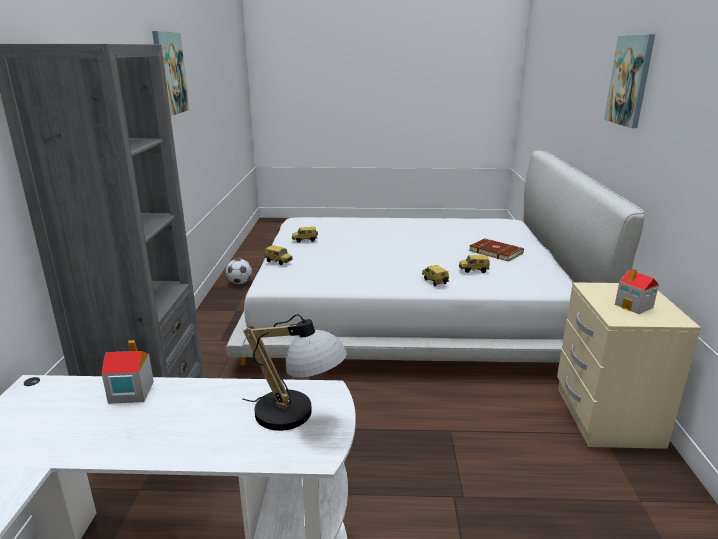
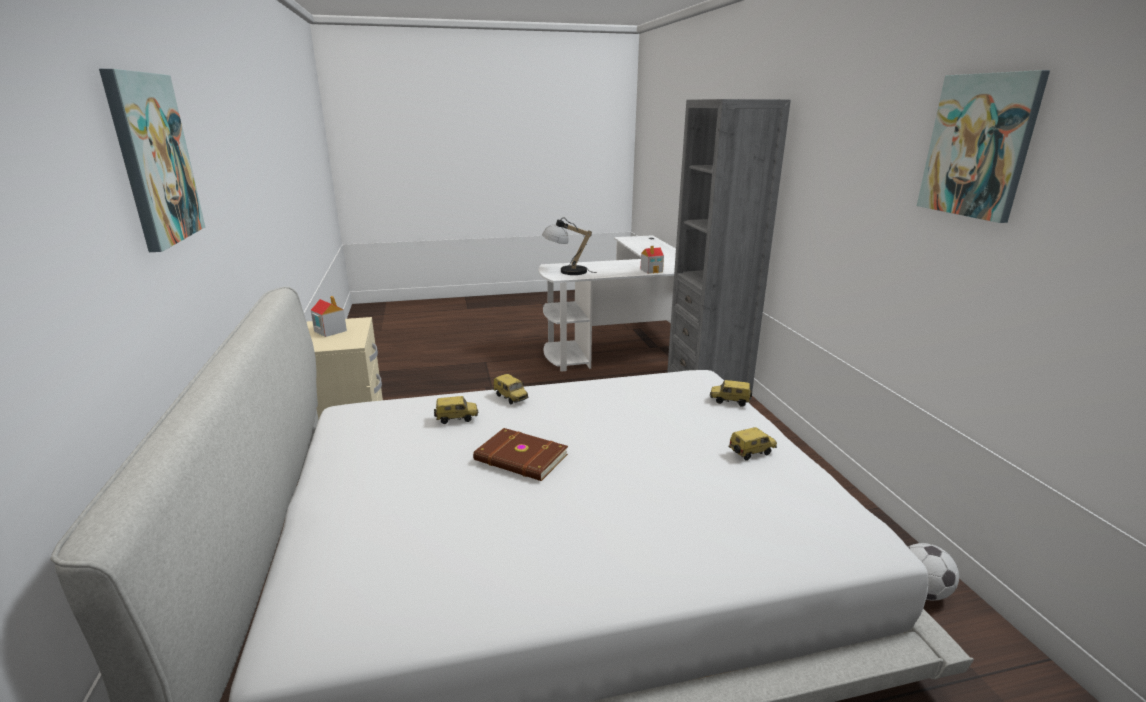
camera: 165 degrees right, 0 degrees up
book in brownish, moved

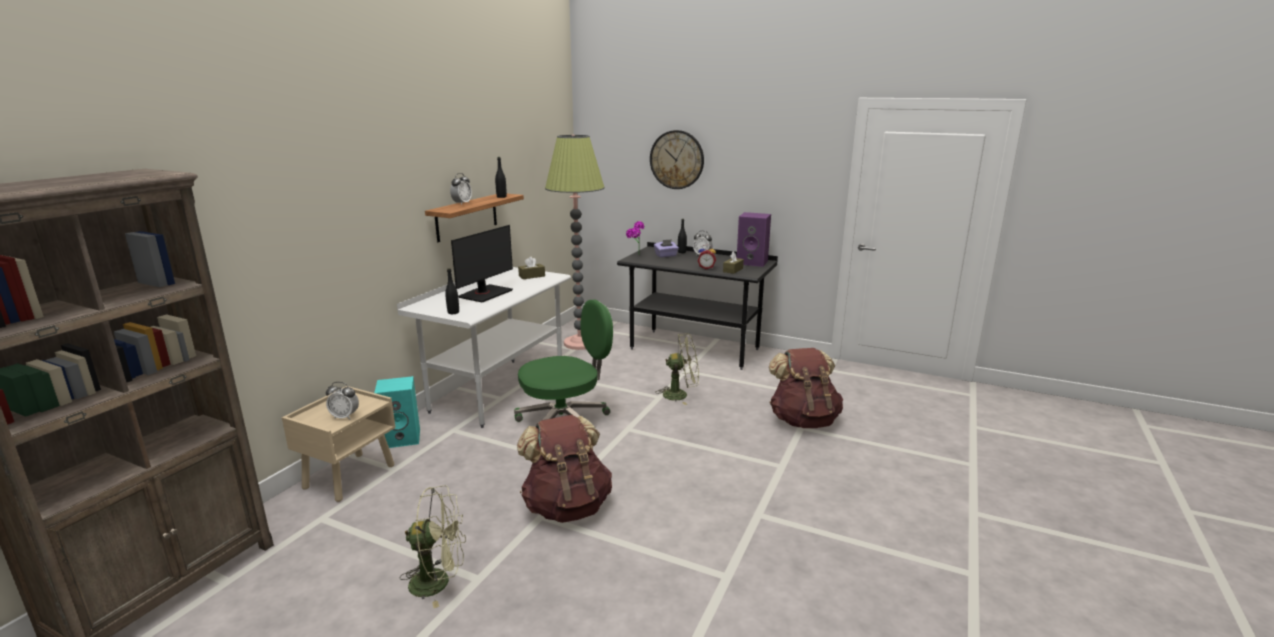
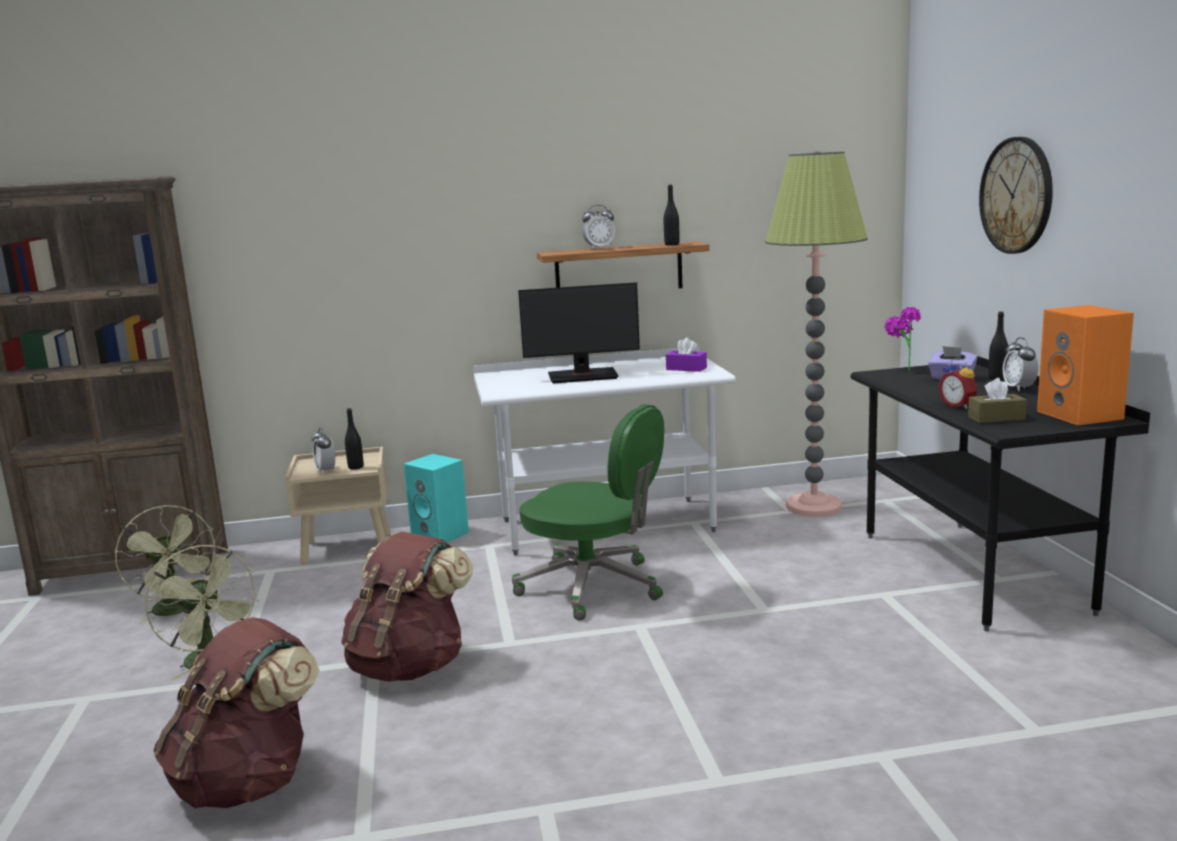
camera: 55 degrees right, 5 degrees down
cooling fan in green (2nd from left in the first image) → cooling fan in green (1st from left), moved
knapsack in brownish (2nd from left in the first image) → knapsack in brownish (1st from left), moved
drink bottle in blackish (1st from left), moved
tissue box in brownish (1st from left) → tissue box in purple (1st from left)
loudspeaker in purple → loudspeaker in orange-coloured

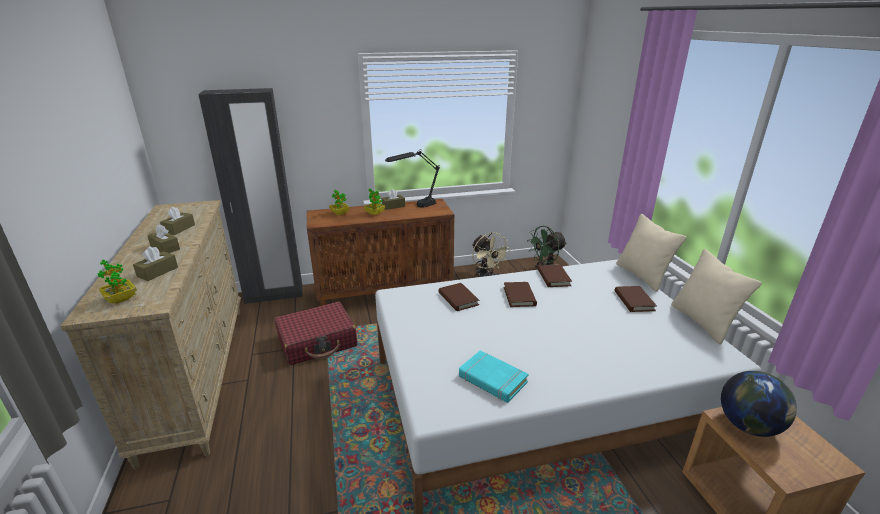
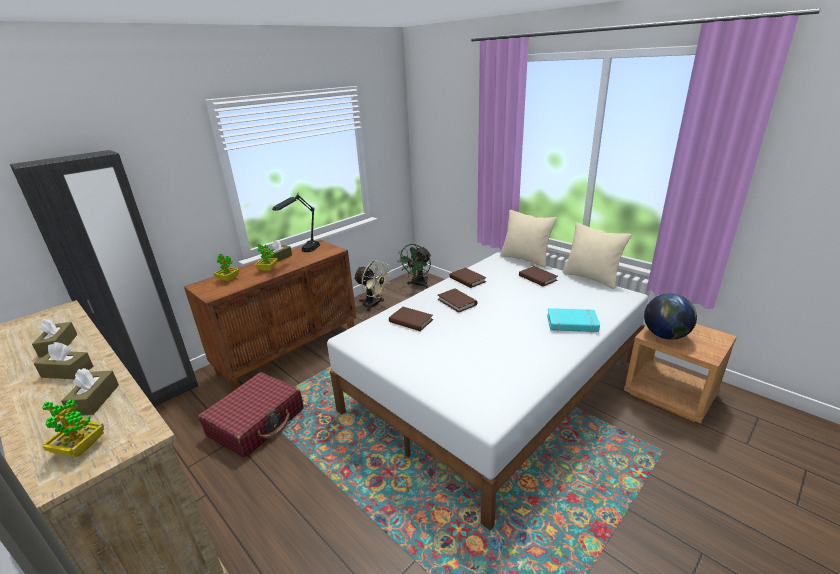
camera: 30 degrees left, 0 degrees up
book in turquoise, moved

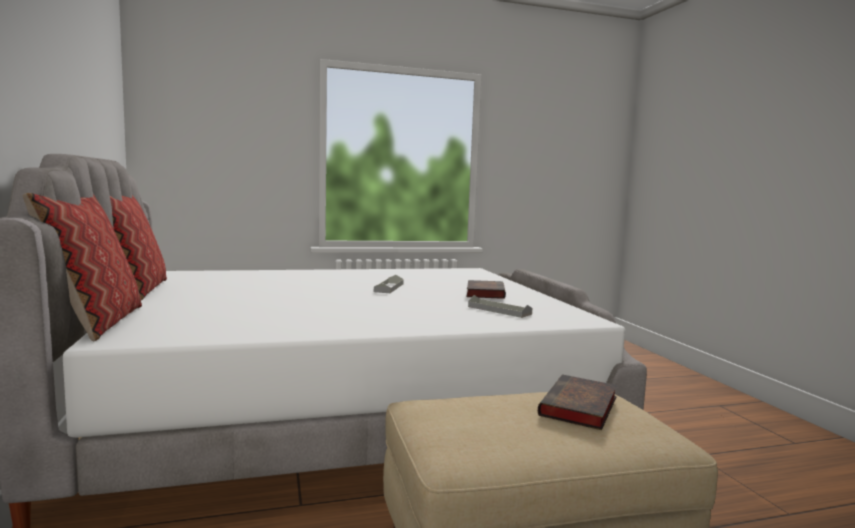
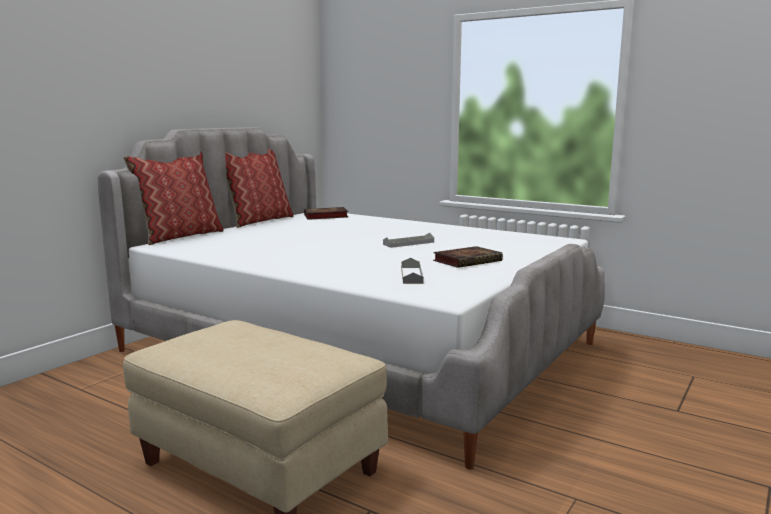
camera: 50 degrees right, 5 degrees up
book (2nd from left in the first image) → book (1st from left), moved

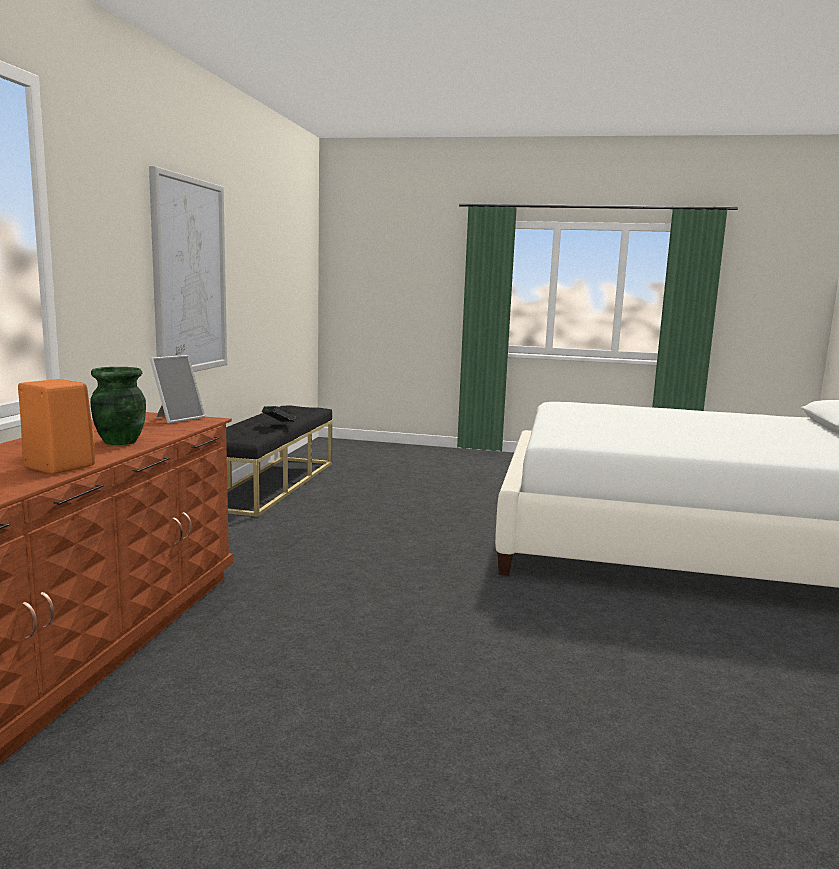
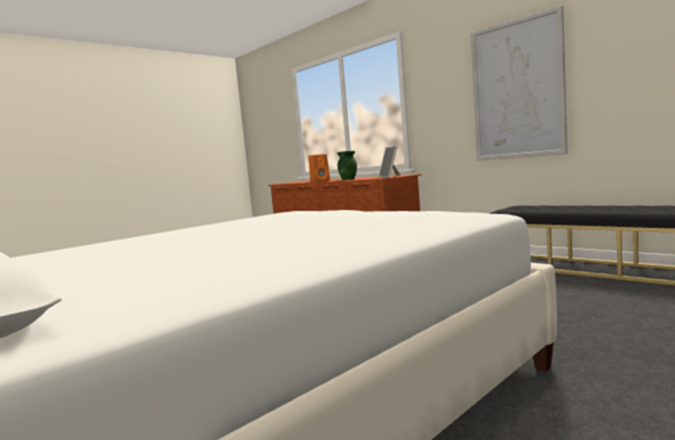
camera: 125 degrees right, 5 degrees down
book → -

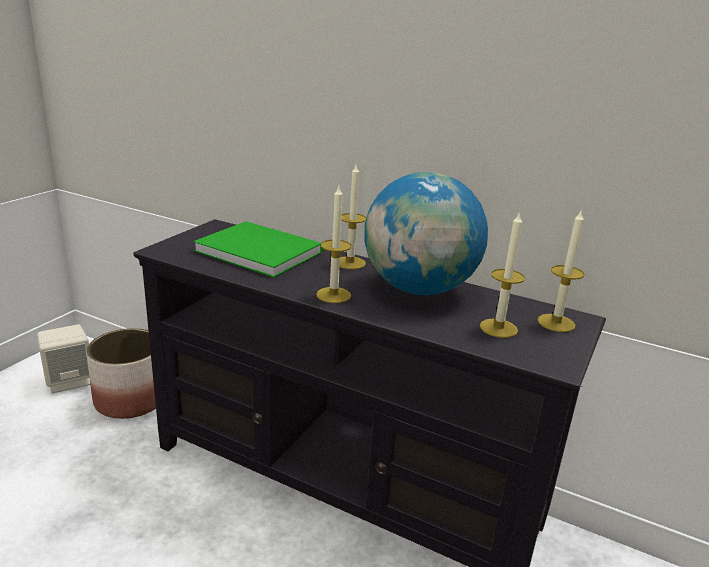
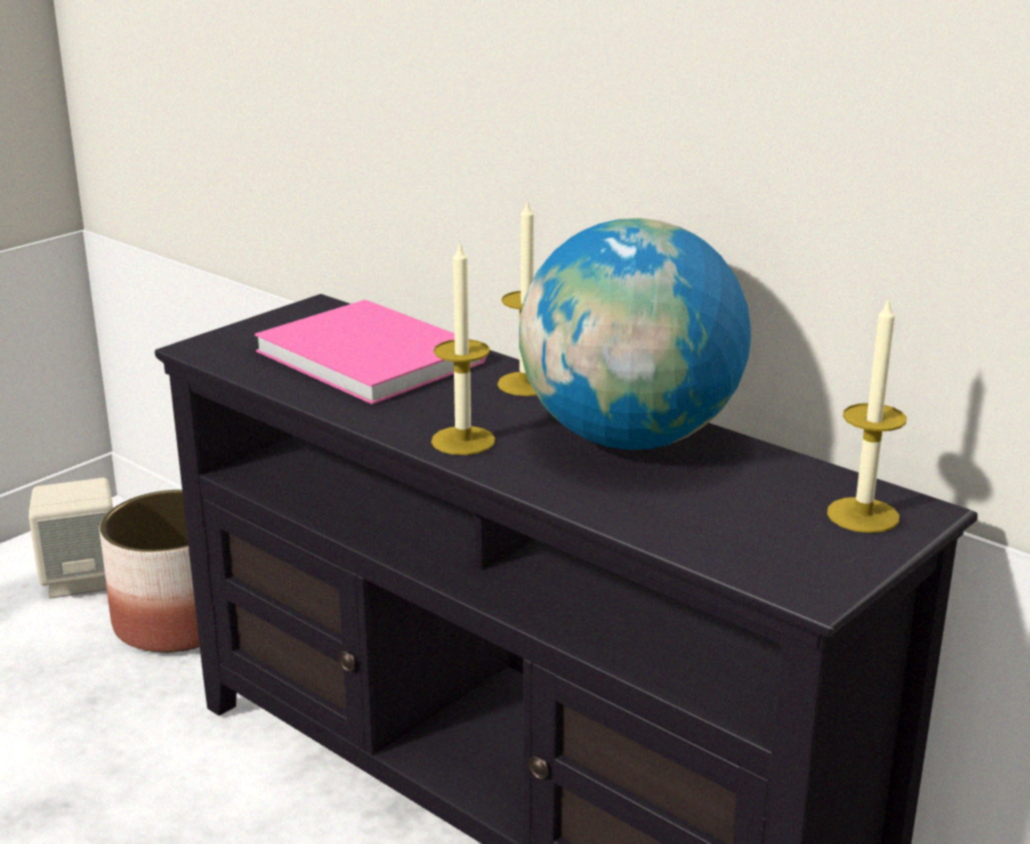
camera: 15 degrees right, 0 degrees up
book in green → book in pinkish
wax light (3rd from left) → -

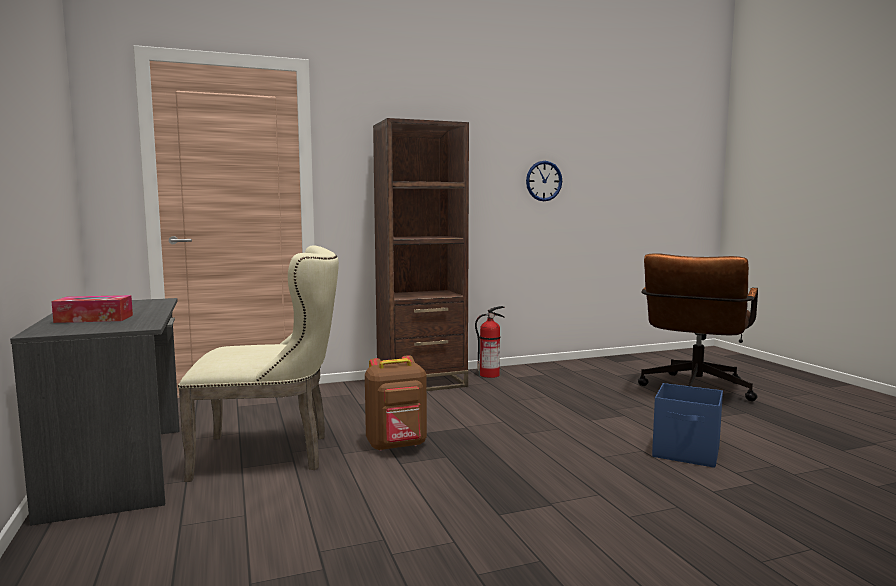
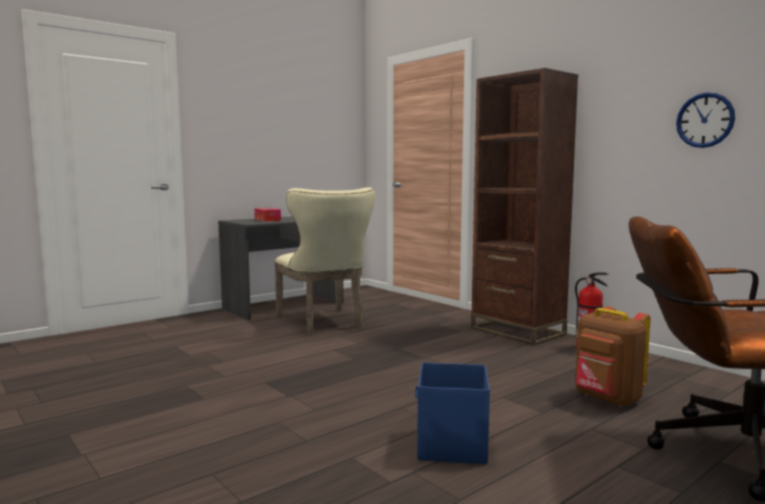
camera: 70 degrees right, 0 degrees up
knapsack in brownish, moved

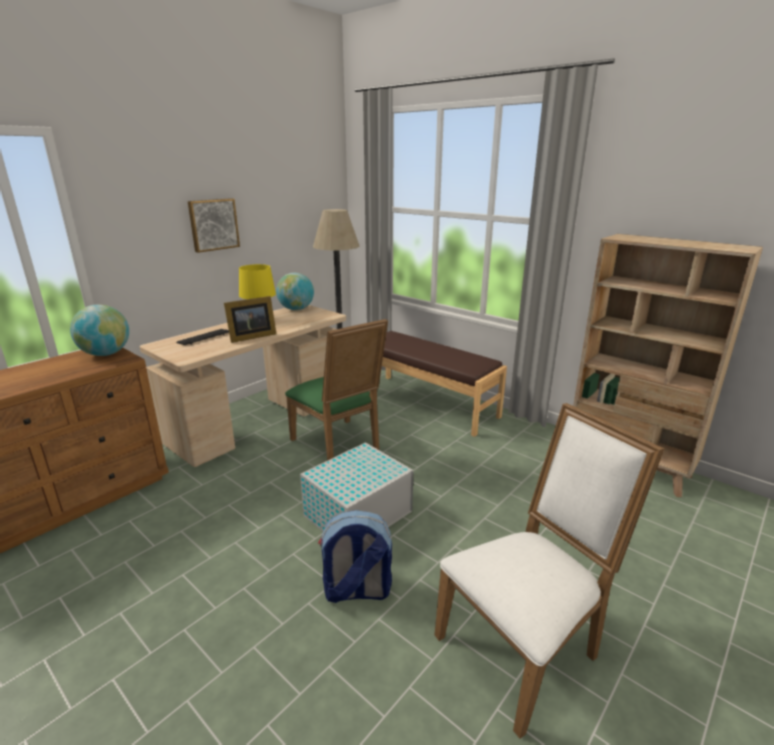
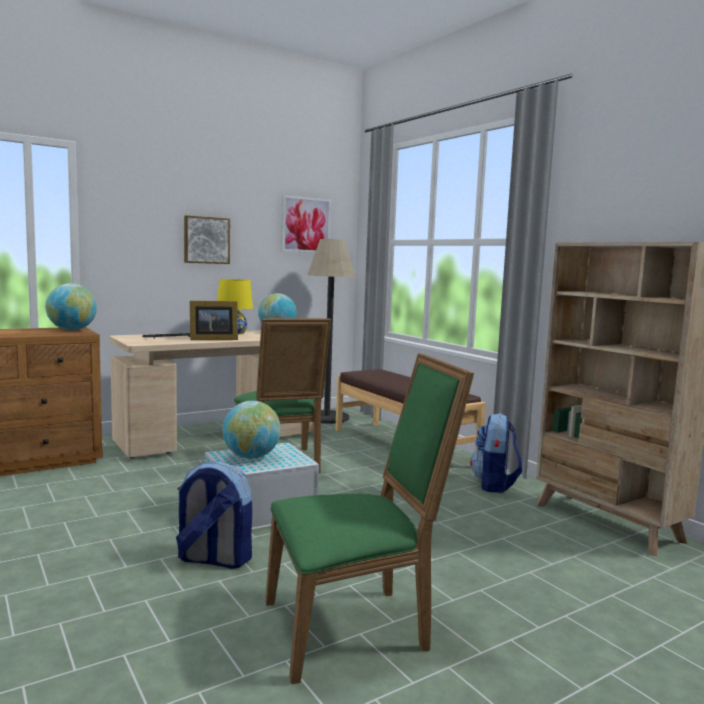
camera: 15 degrees right, 15 degrees down
- → desk globe (2nd from left)
upright chair in white-coloured → upright chair in green (2nd from left)
- → wall art (2nd from left)
- → knapsack (2nd from left)

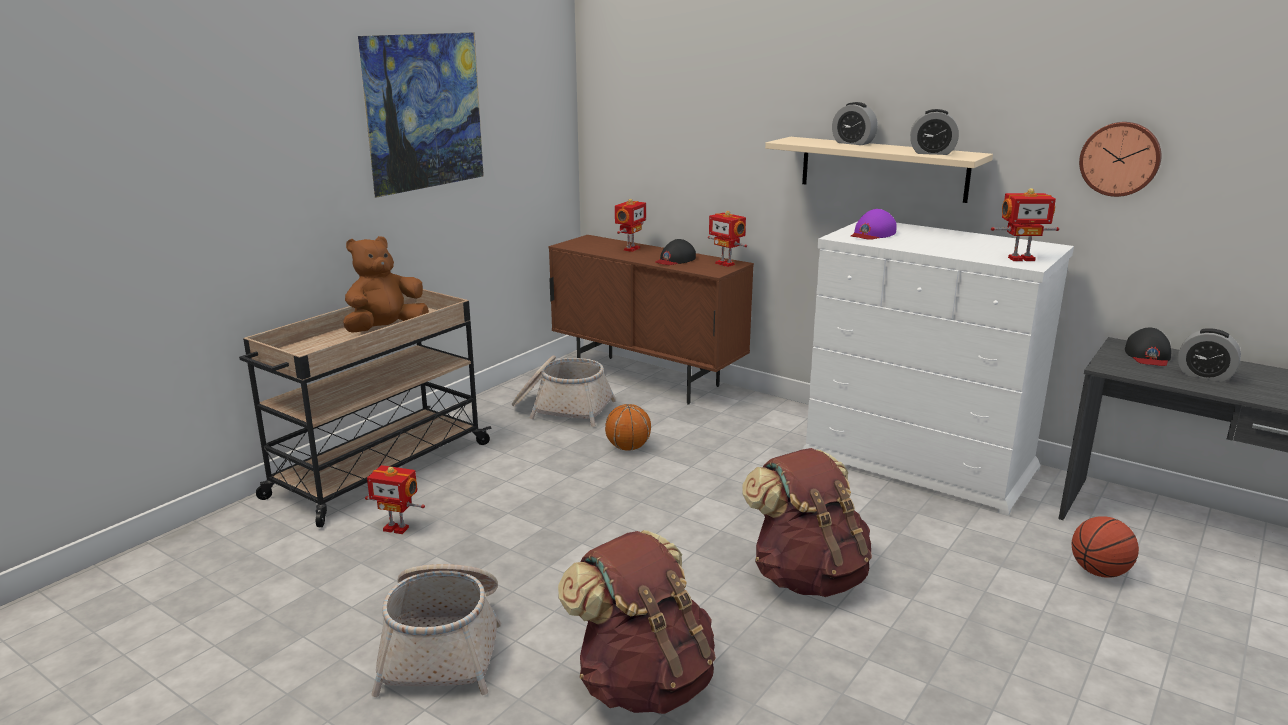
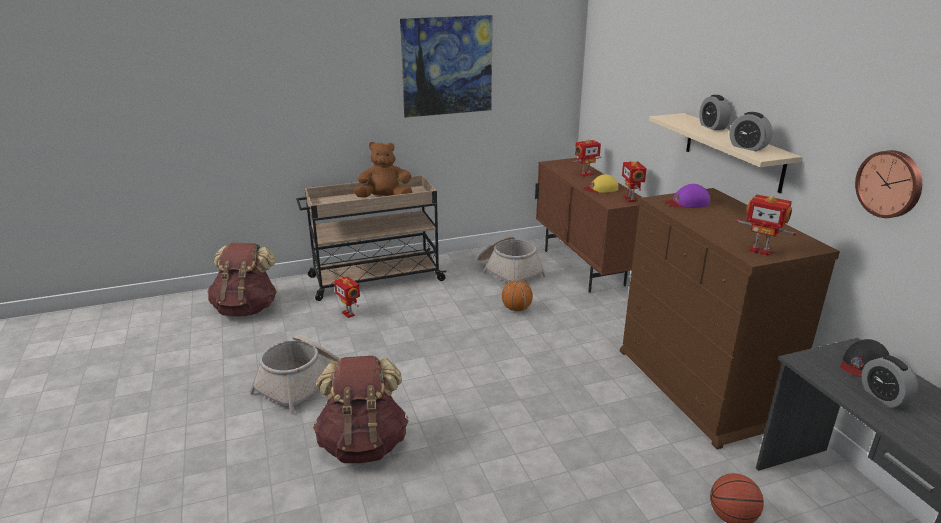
camera: 35 degrees right, 5 degrees up
knapsack in brownish (2nd from left in the first image) → knapsack in brownish (1st from left), moved
baseball cap in blackish (1st from left) → baseball cap in yellow
dresser in white-coloured → dresser in brownish

